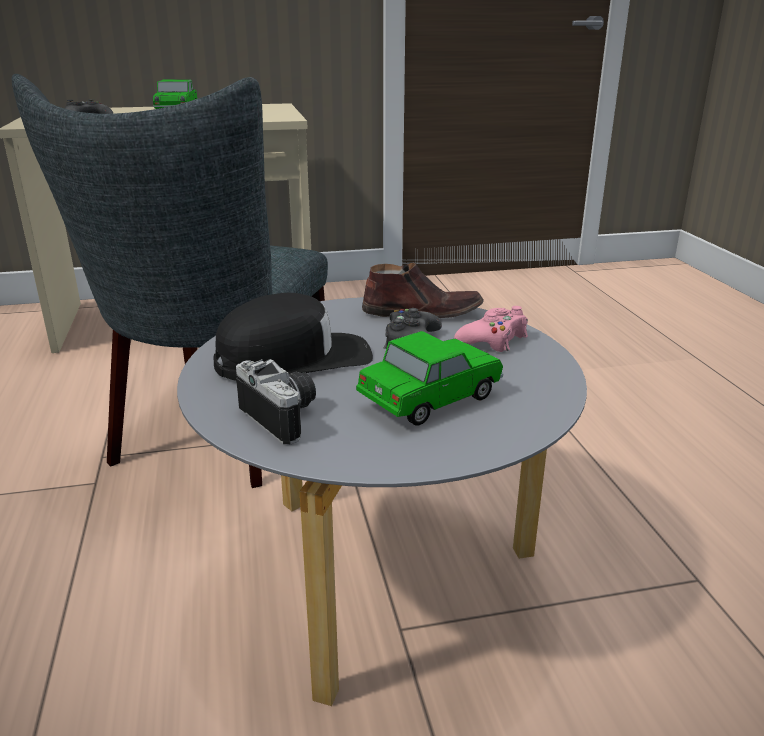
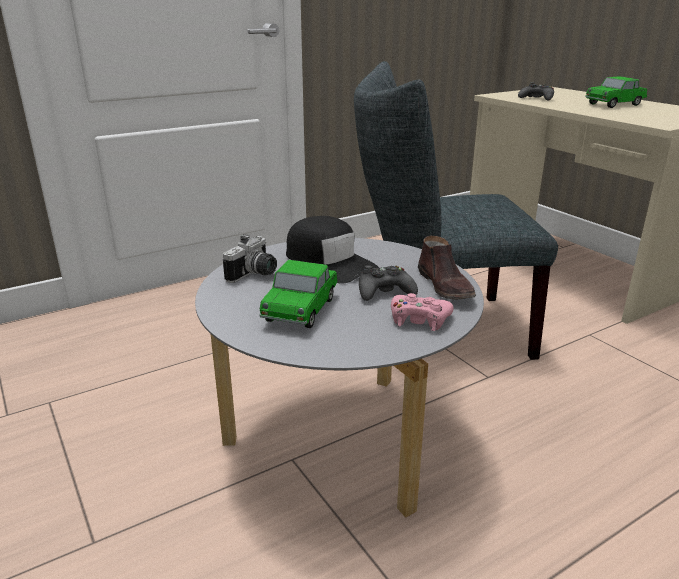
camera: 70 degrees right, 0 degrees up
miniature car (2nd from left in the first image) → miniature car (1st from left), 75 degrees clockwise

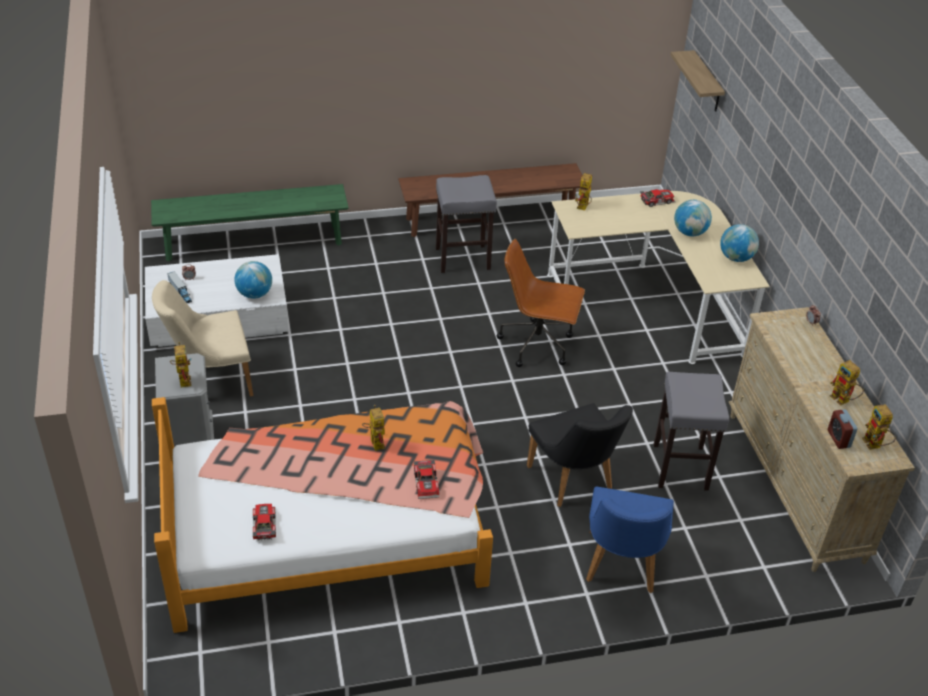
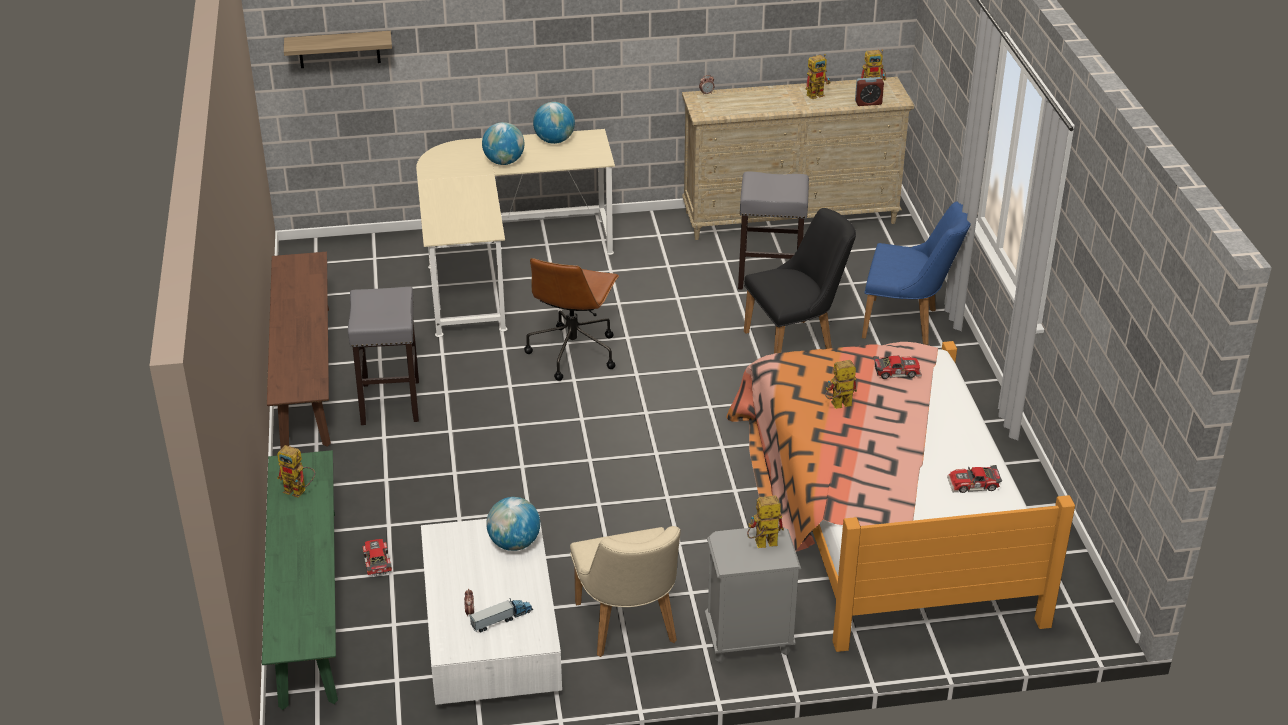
camera: 85 degrees left, 5 degrees down
robot figure (3rd from left in the first image) → robot figure (1st from left), moved
miniature car (3rd from left in the first image) → miniature car (1st from left), moved

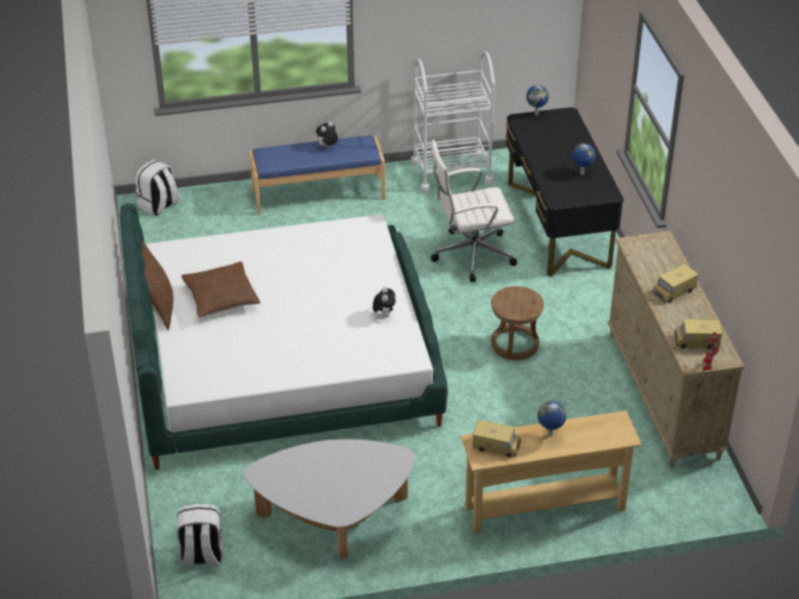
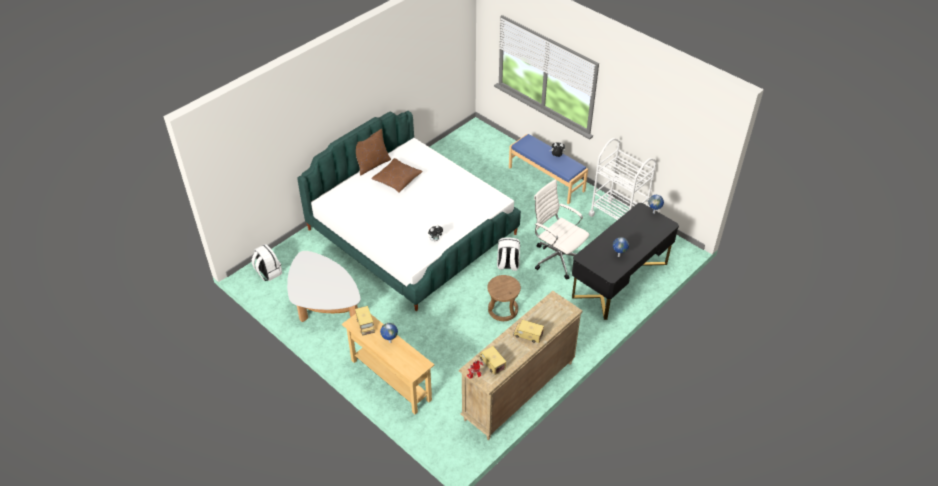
camera: 55 degrees right, 5 degrees up
knapsack in white-coloured (1st from left in the first image) → knapsack in white-coloured (2nd from left), moved

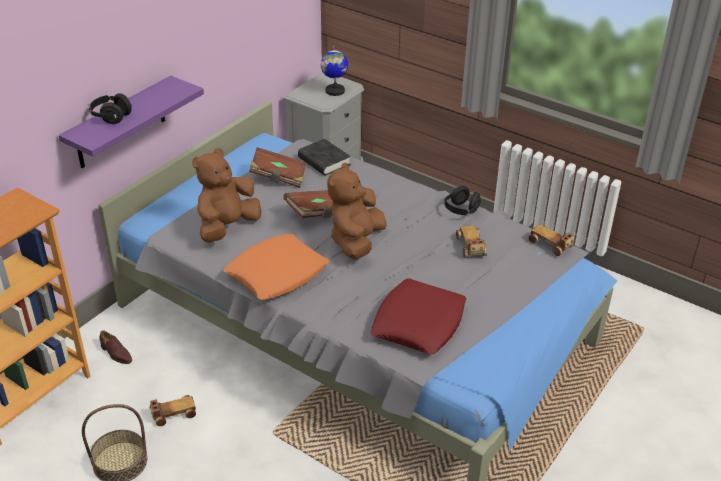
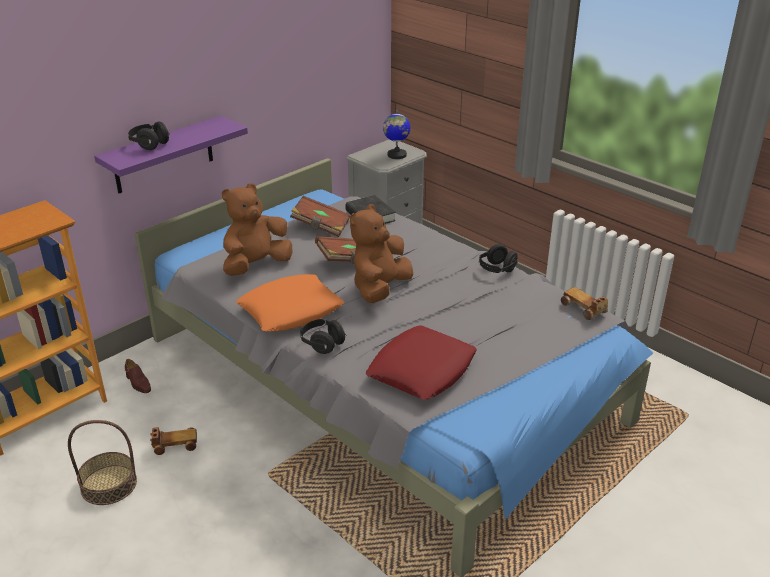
camera: 10 degrees right, 5 degrees down
- → pair of headphones in blackish (2nd from left)
miniature car (2nd from left) → -

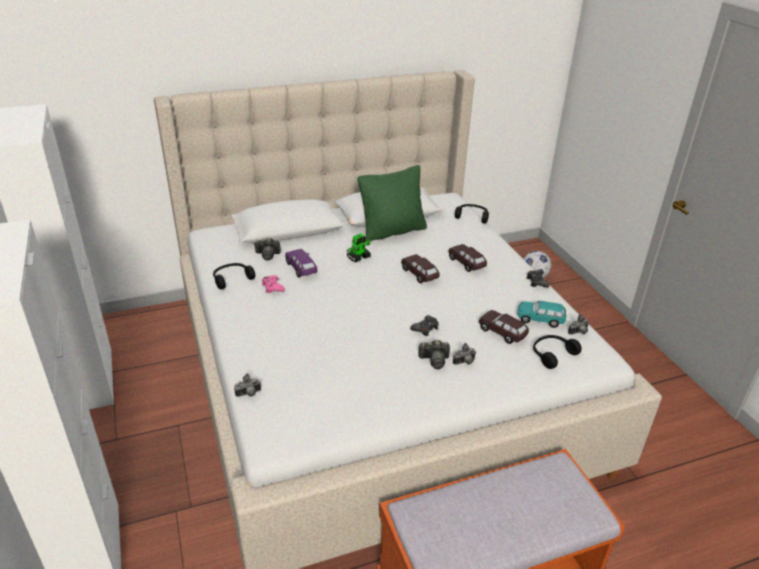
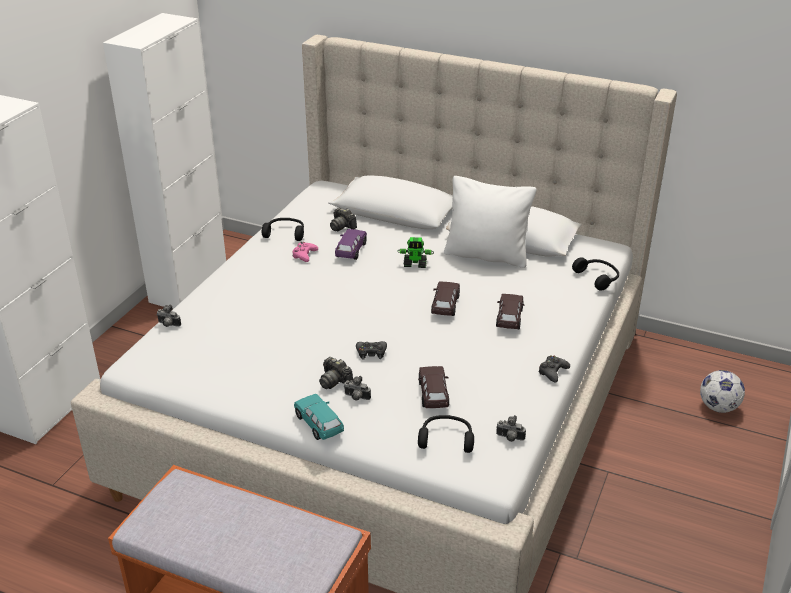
camera: 45 degrees right, 0 degrees up
miniature car in turquoise, moved
throw pillow in green → throw pillow in white-coloured

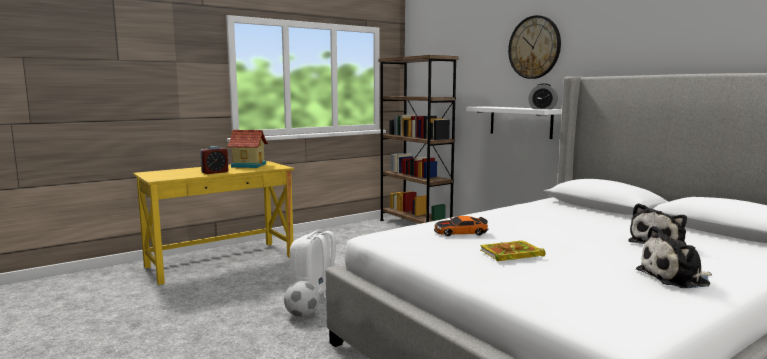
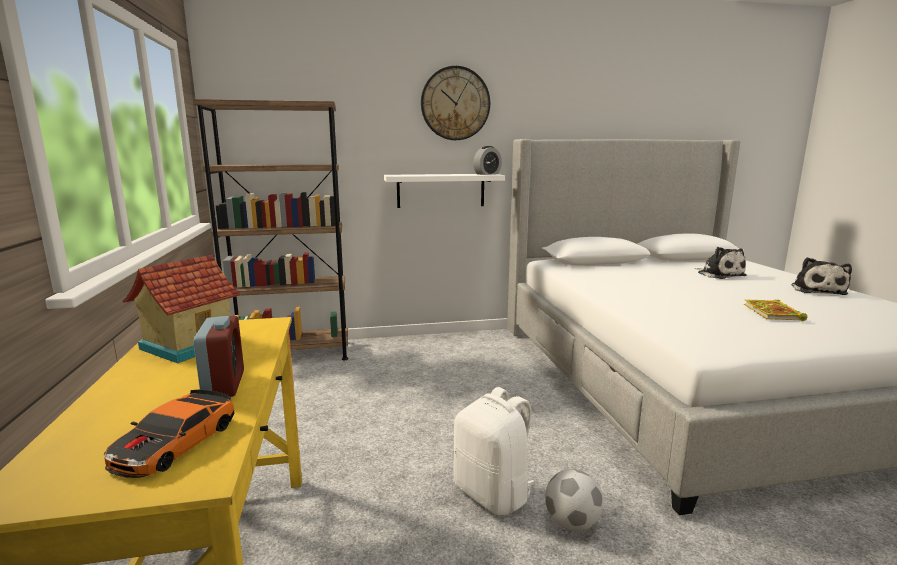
camera: 65 degrees left, 5 degrees up
miniature car, moved

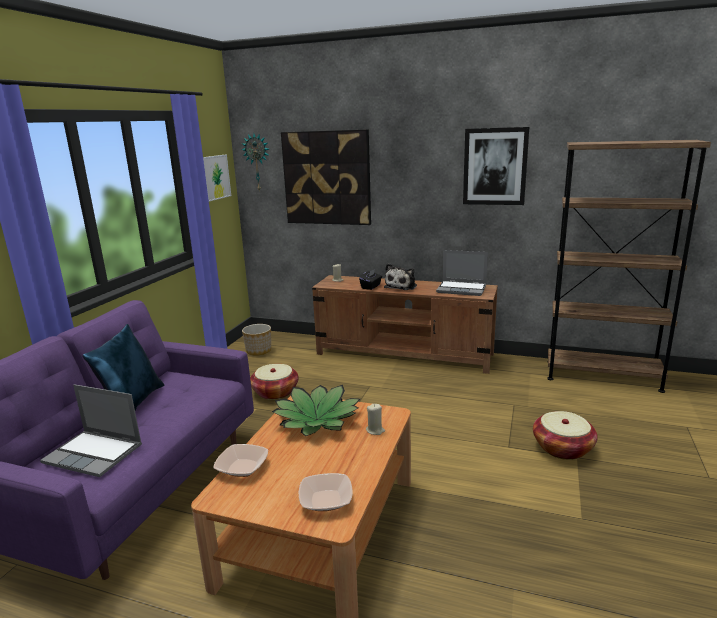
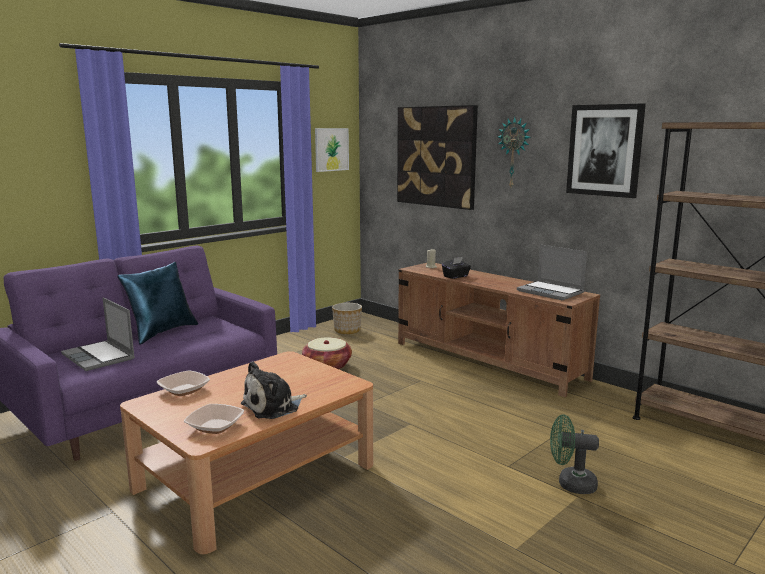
camera: 25 degrees right, 5 degrees down
cuddly toy, moved
hanging clock, moved
basket (2nd from left) → cooling fan in green
plant in a pot → -
wax light in beige (2nd from left) → -

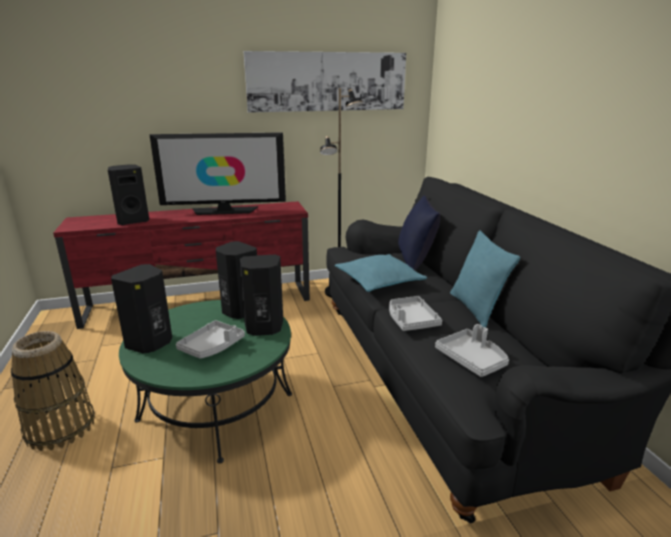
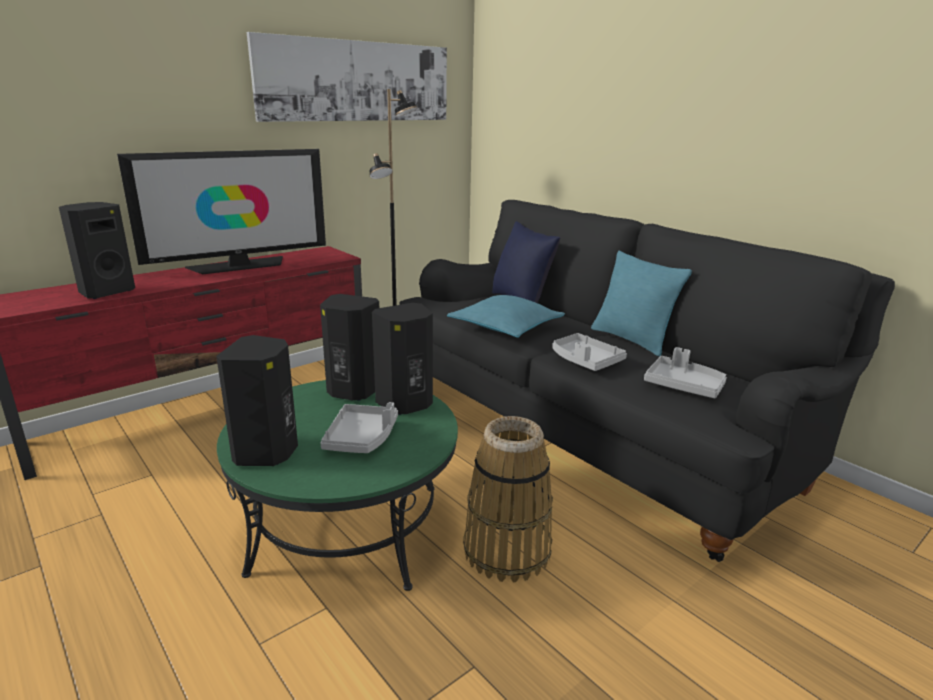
camera: 25 degrees left, 0 degrees up
basket, moved

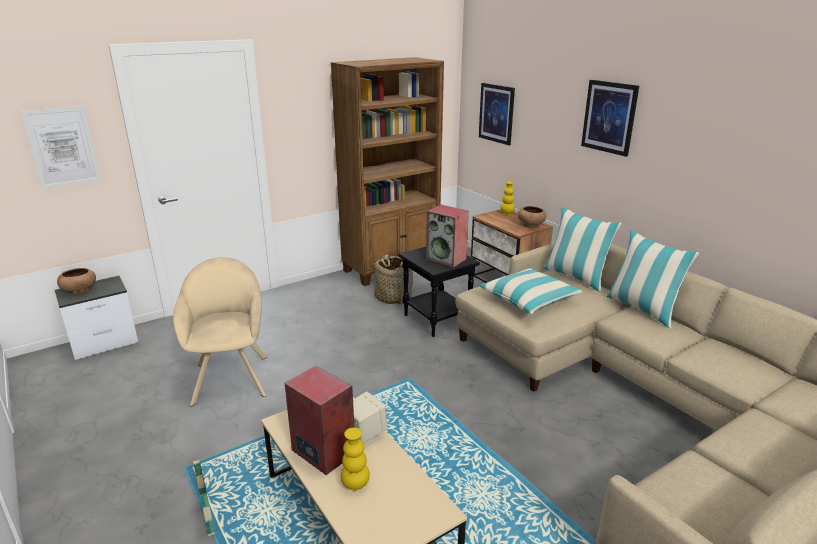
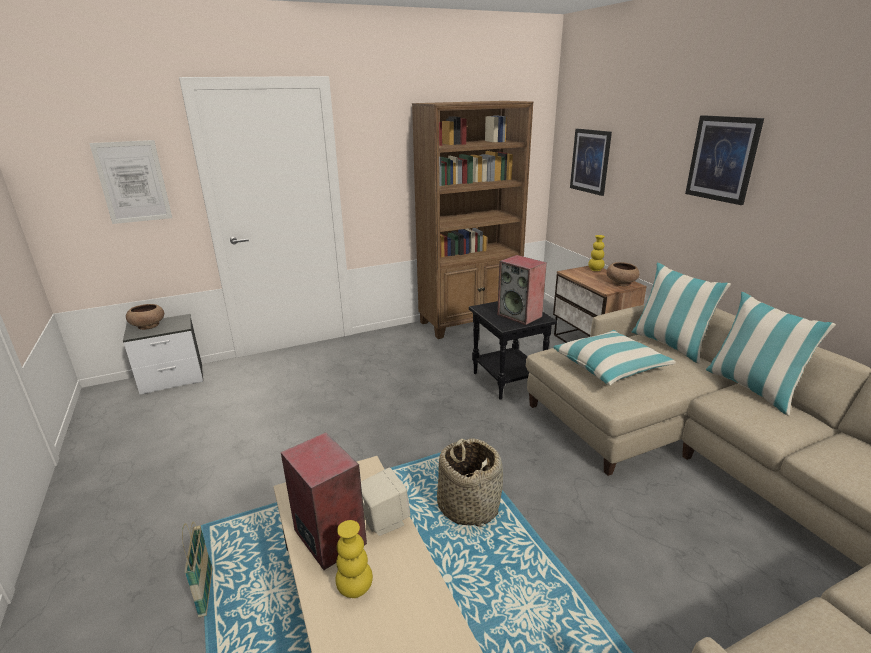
camera: 10 degrees right, 0 degrees up
basket (2nd from left), moved
lounge chair in beige → -

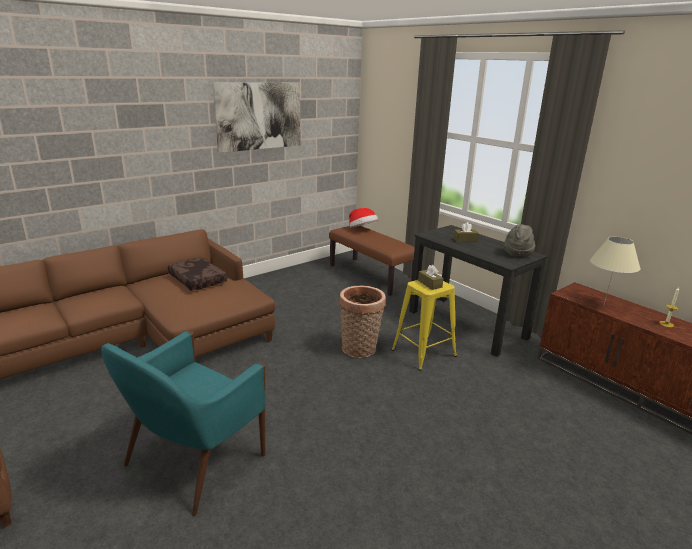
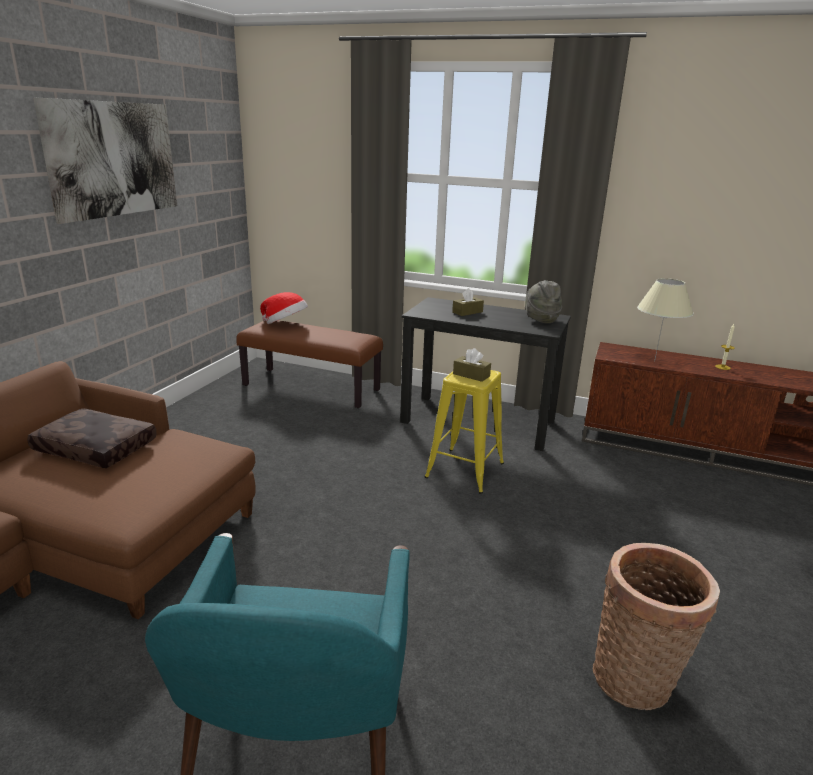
camera: 30 degrees left, 0 degrees up
basket, moved

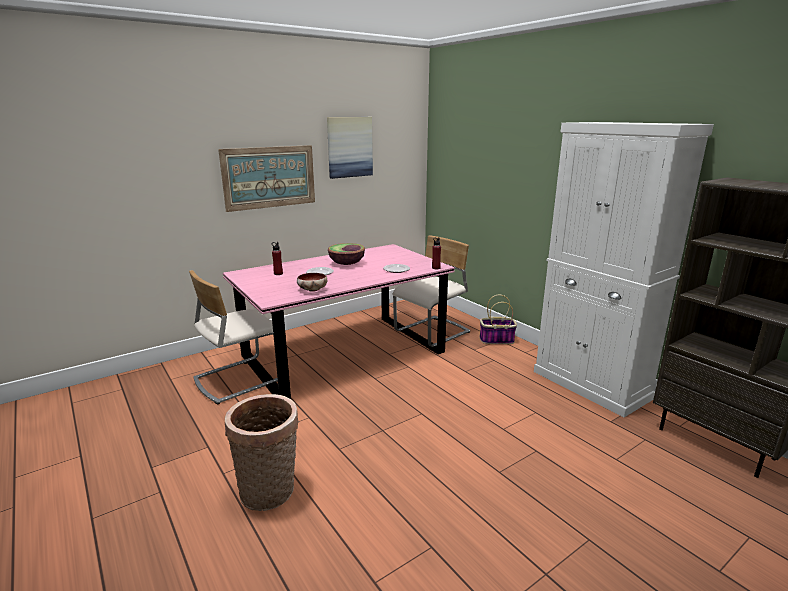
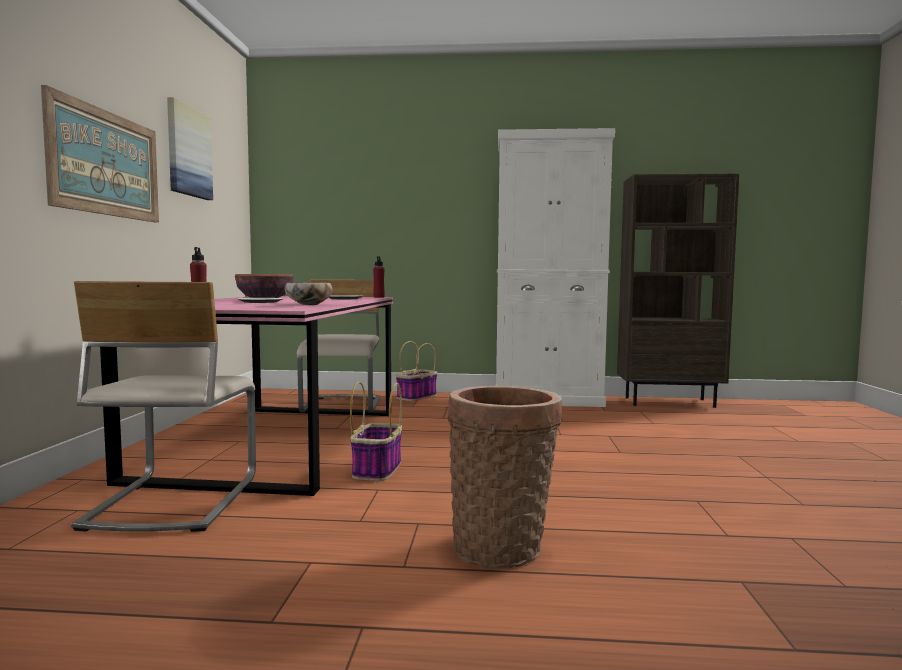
camera: 50 degrees left, 15 degrees down
- → basket (1st from left)

